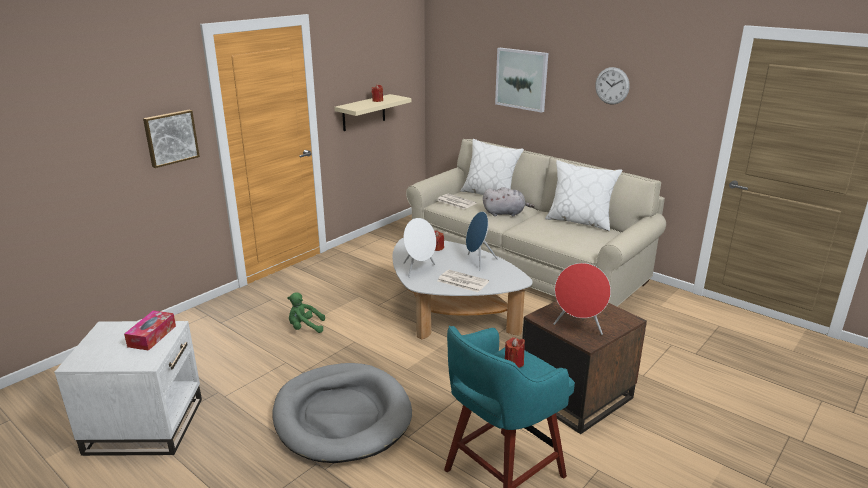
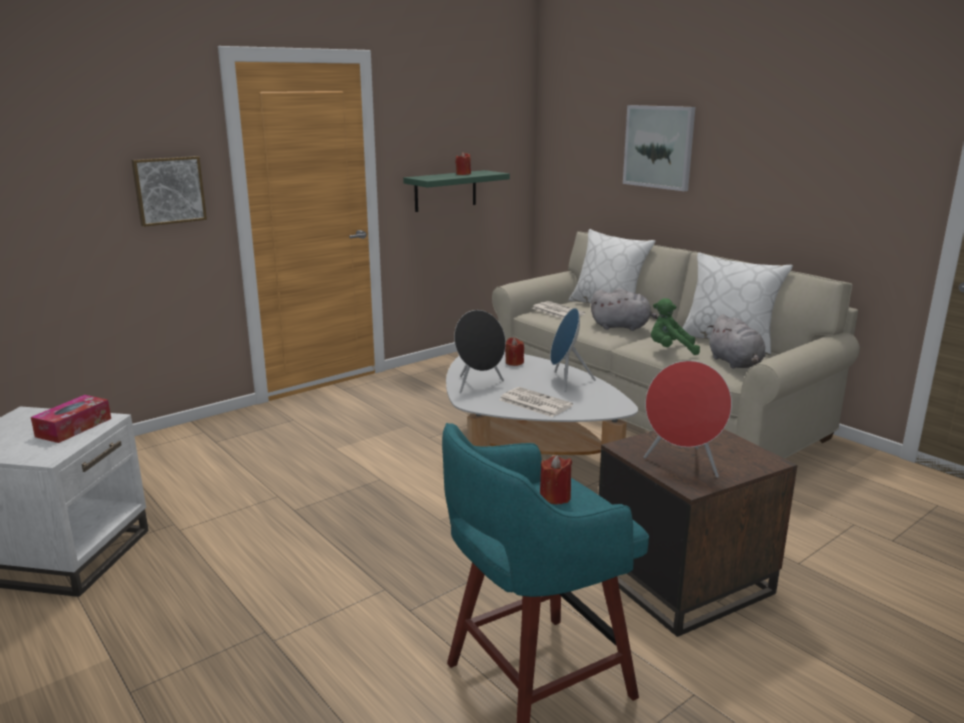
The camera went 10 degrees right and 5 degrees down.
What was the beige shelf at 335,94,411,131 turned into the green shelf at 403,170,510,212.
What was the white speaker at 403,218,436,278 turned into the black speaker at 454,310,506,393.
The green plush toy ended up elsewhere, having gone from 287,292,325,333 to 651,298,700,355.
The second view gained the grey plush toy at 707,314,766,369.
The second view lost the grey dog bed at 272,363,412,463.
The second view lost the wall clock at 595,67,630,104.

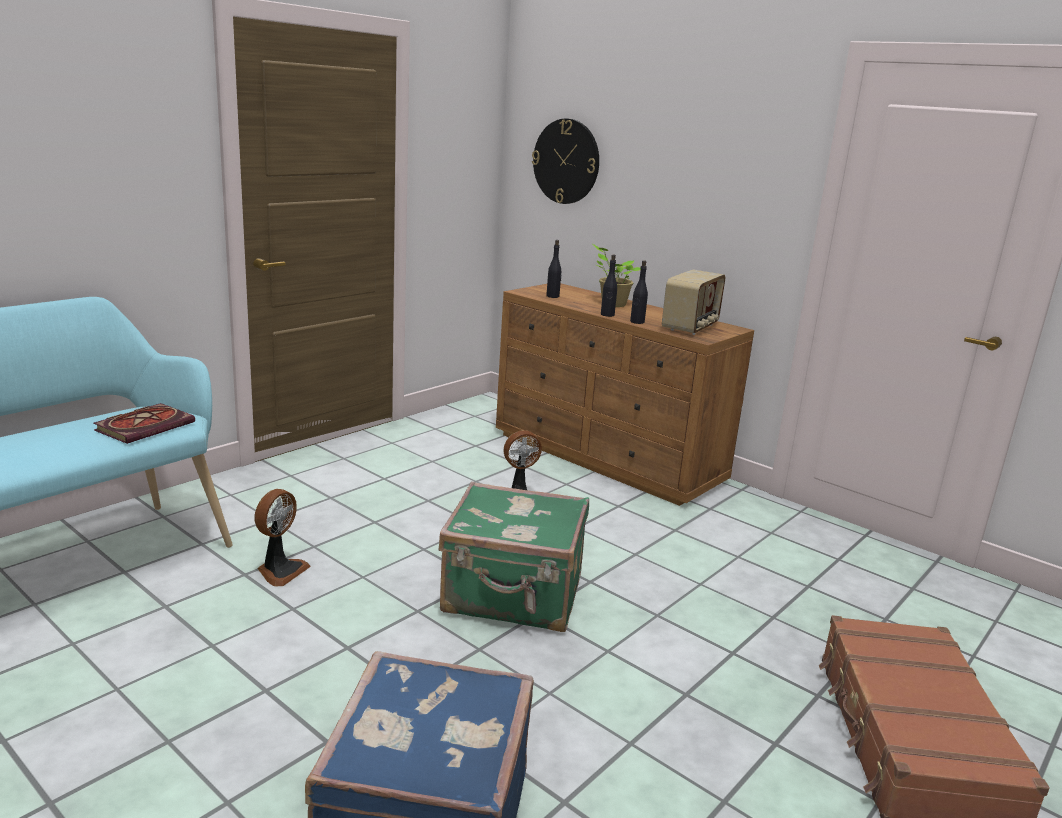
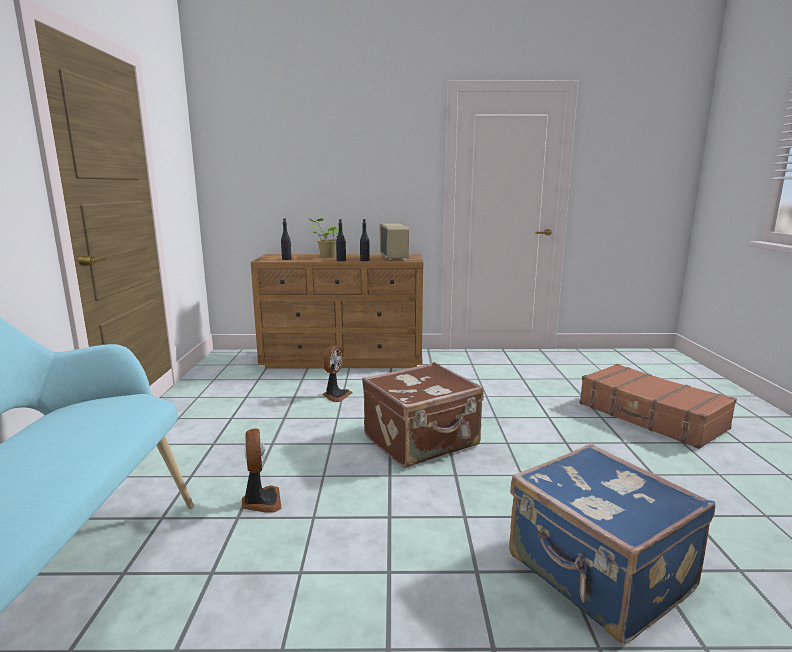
The camera went 40 degrees left and 5 degrees down.
What was the green suitcase at 439,482,589,632 turned into the brown suitcase at 362,362,484,468.
The second view lost the book at 93,403,195,444.
The second view lost the wall clock at 532,119,599,204.

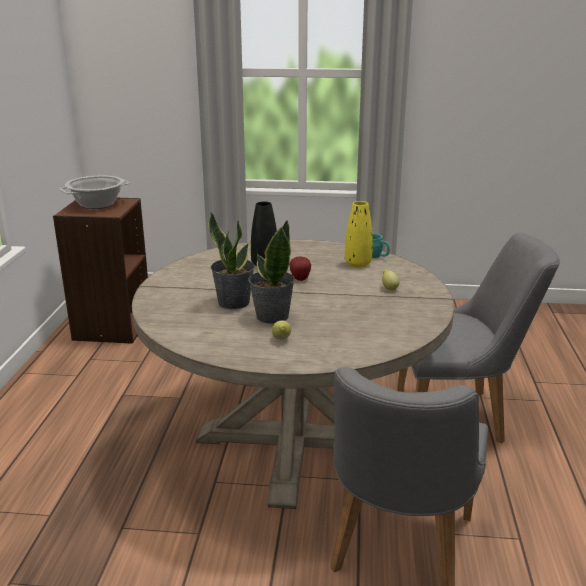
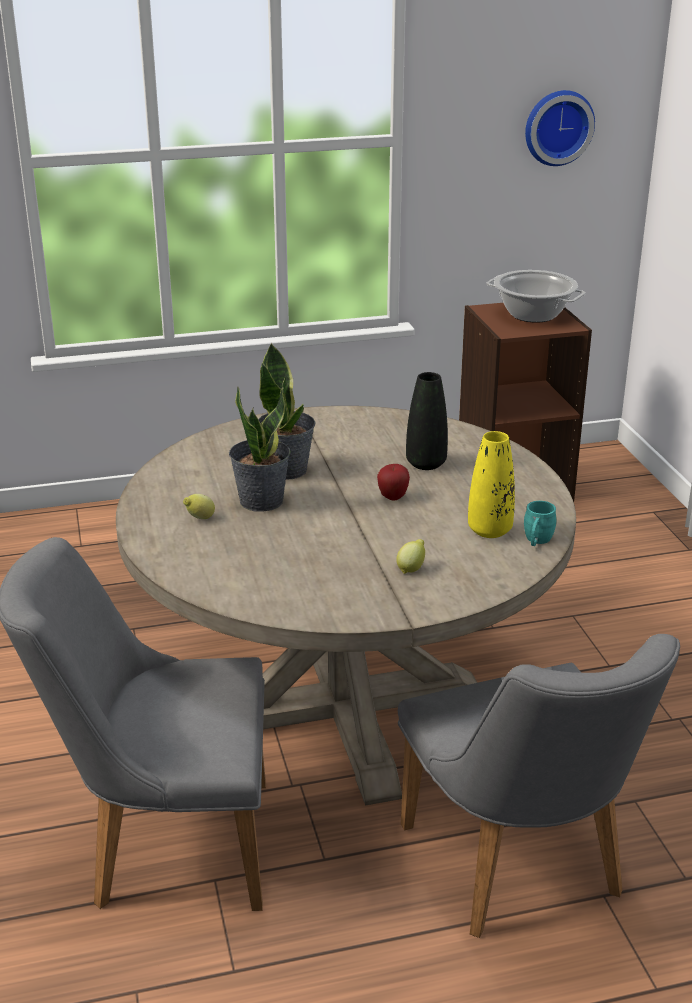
The camera went 70 degrees right and 5 degrees up.
The second view gained the wall clock at 525,90,595,166.

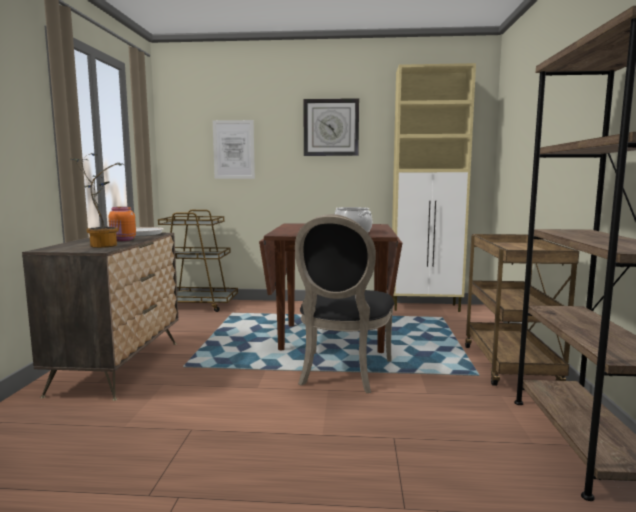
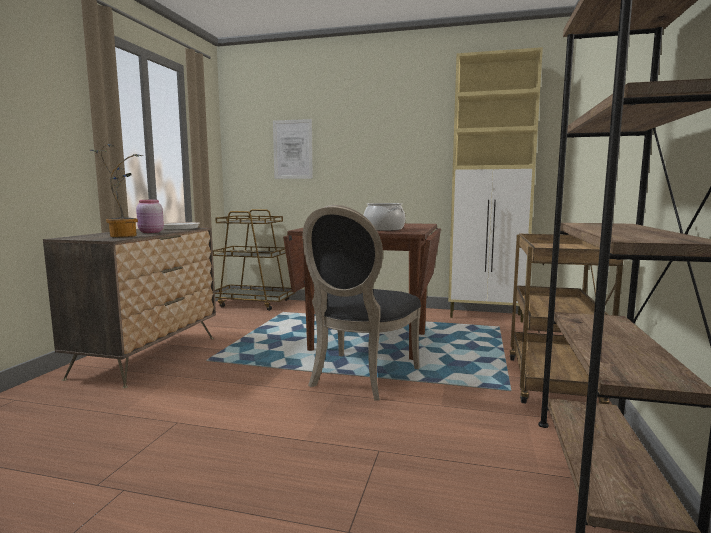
The camera went 10 degrees right and 0 degrees up.
What was the orange jar at 109,207,136,241 turned into the pink jar at 136,200,164,233.
The second view lost the wall clock at 303,98,359,156.

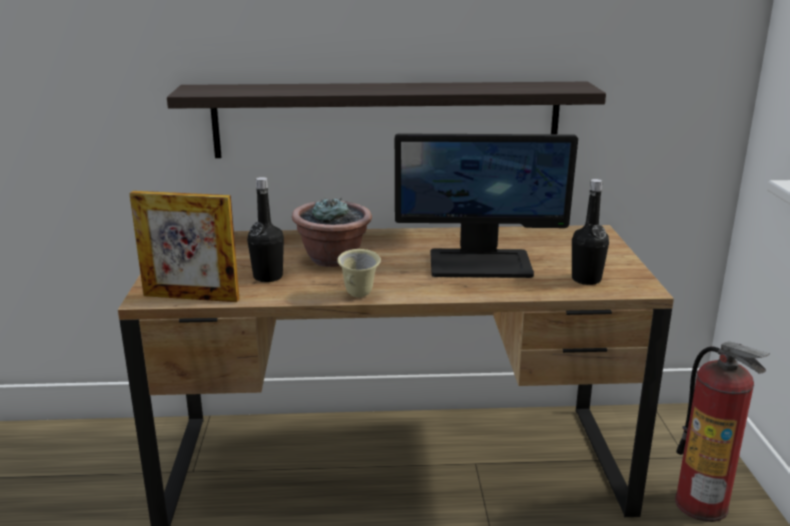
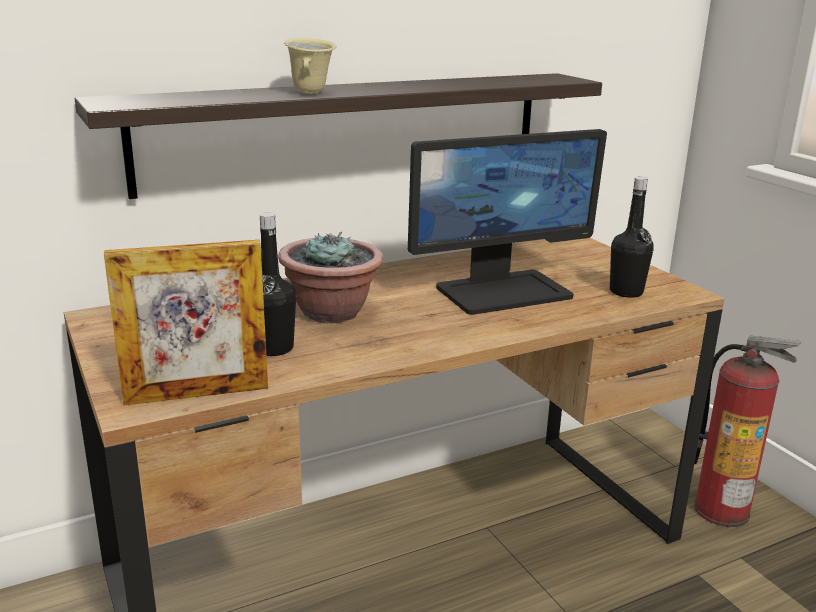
The camera went 25 degrees left and 0 degrees up.
The beige mug ended up elsewhere, having gone from 337,249,381,297 to 284,38,336,94.

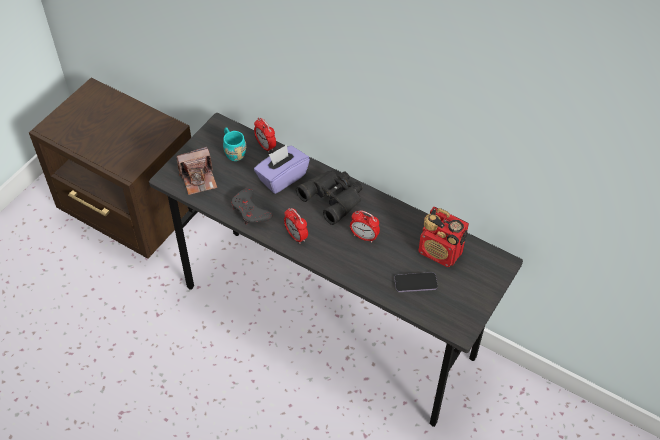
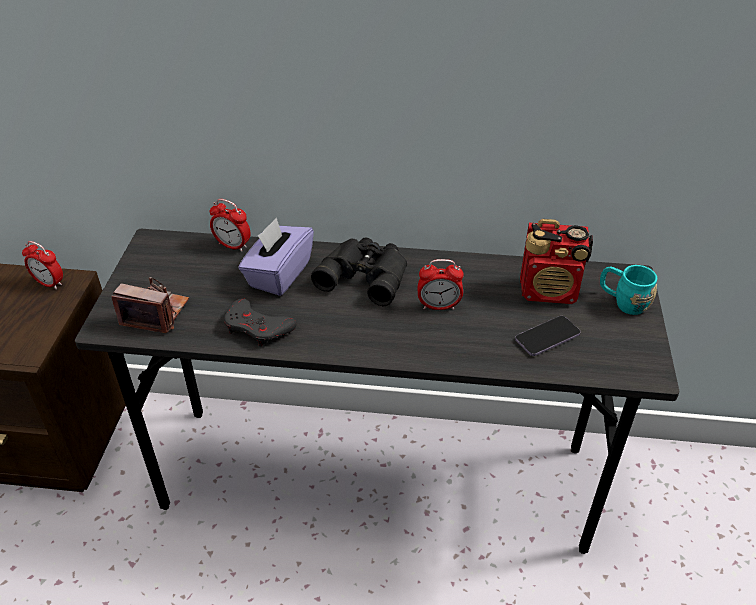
The camera went 25 degrees left and 10 degrees down.
The alarm clock ended up elsewhere, having gone from 284,208,308,244 to 22,241,63,289.
The photo camera at 177,147,217,195 ended up facing another way, 120 degrees counterclockwise from before.
The turquoise mug ended up elsewhere, having gone from 223,127,246,161 to 600,265,657,315.

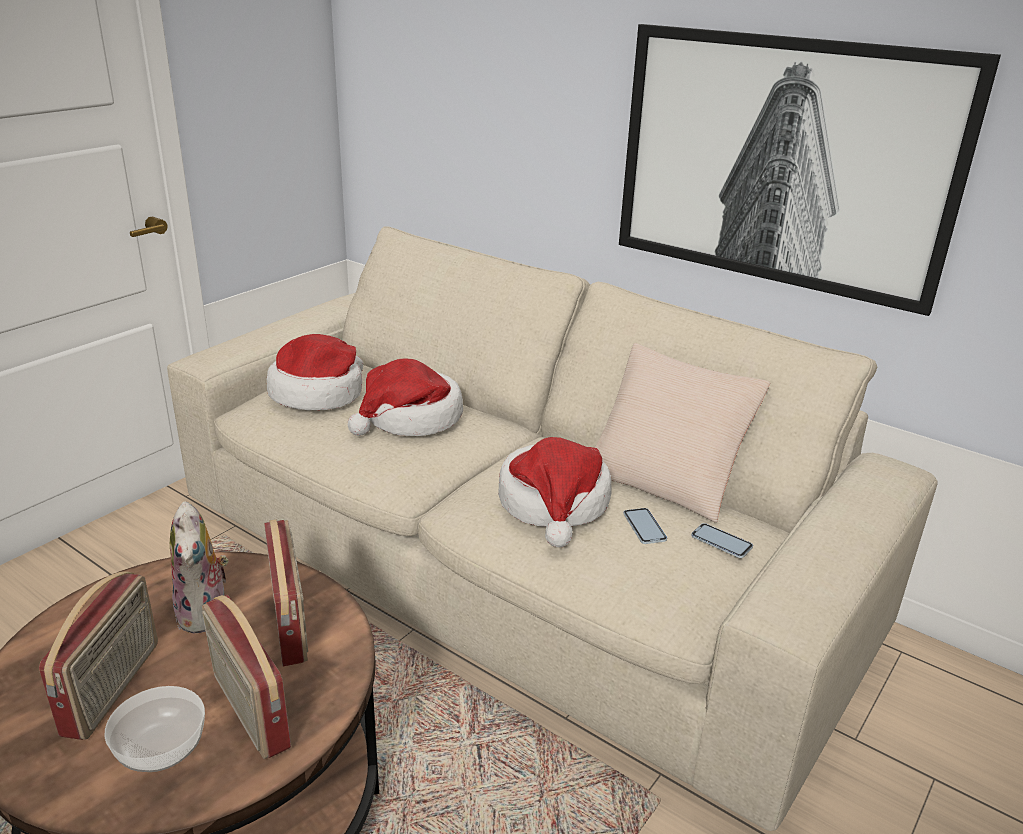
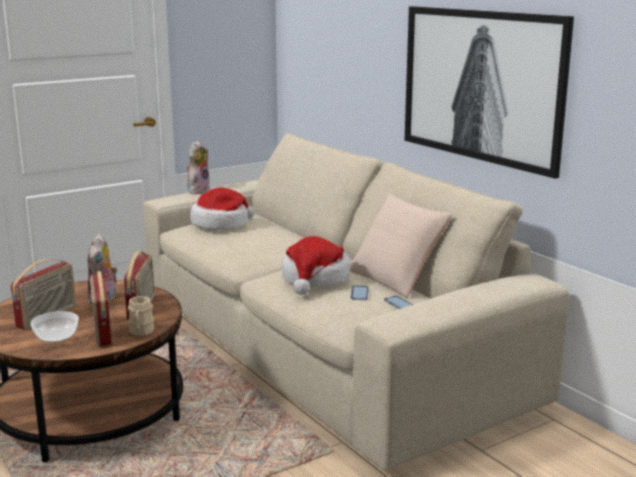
The camera went 20 degrees right and 10 degrees down.
The second view gained the beige mug at 128,296,154,336.
The second view gained the plush toy at 187,141,210,194.
The second view lost the hat at 348,358,463,436.

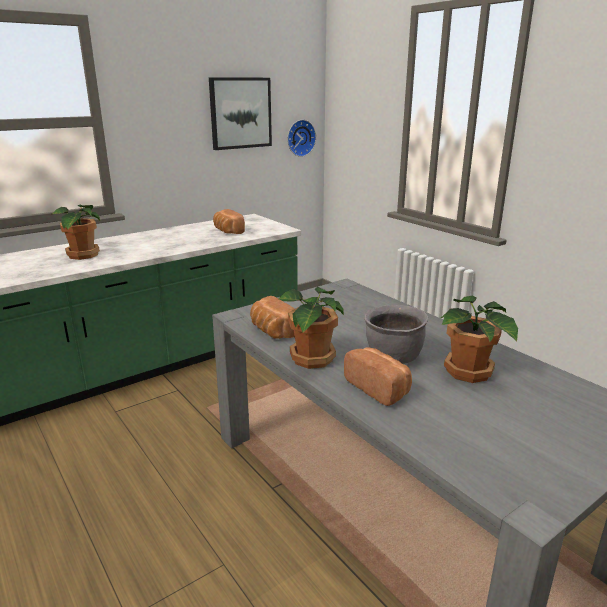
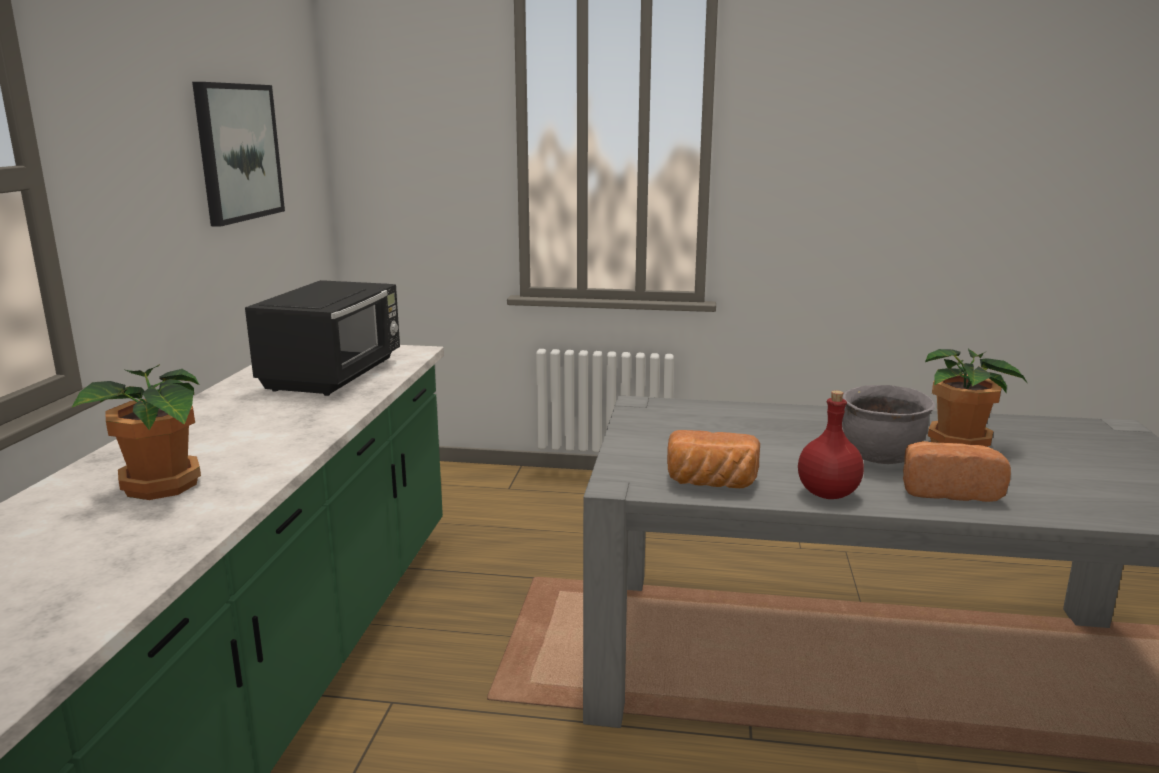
The camera went 45 degrees left and 5 degrees down.
Where the bread stood at 213,209,245,234, the black microwave came to stand at 245,280,400,396.
Where the potted plant stood at 279,287,344,369, the red bottle came to stand at 798,390,864,499.
The second view lost the wall clock at 287,120,316,157.

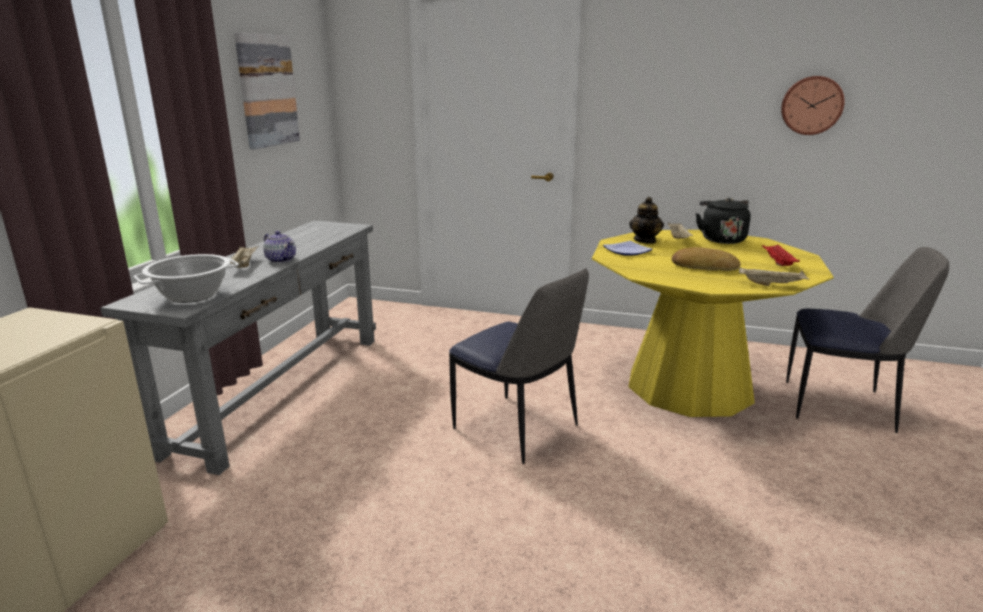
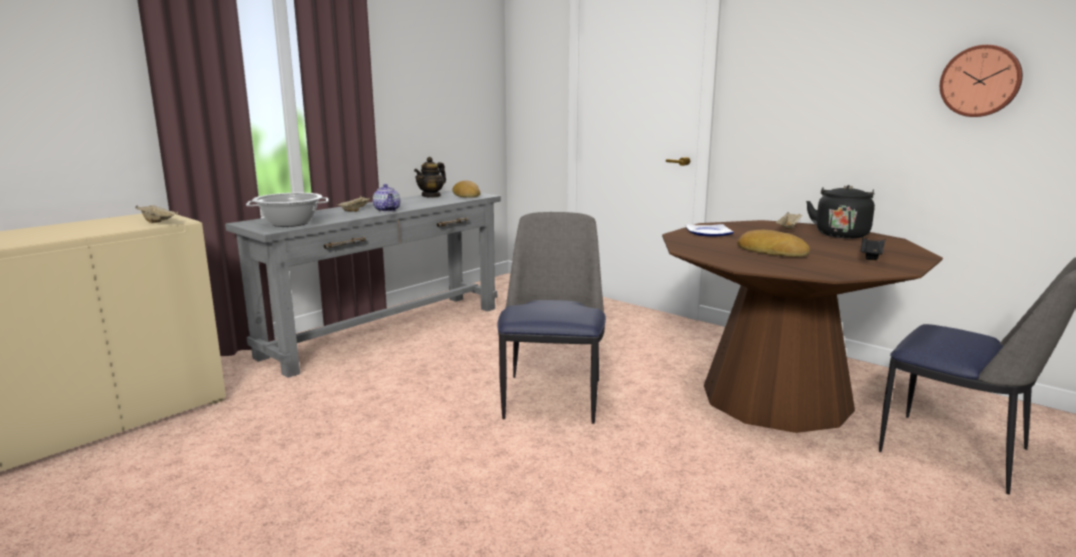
The camera went 25 degrees right and 5 degrees down.
The beige tray ended up elsewhere, having gone from 739,267,809,286 to 136,205,178,223.
The teapot ended up elsewhere, having gone from 629,197,664,244 to 414,157,446,198.
The second view gained the bread at 453,180,481,198.
The chair at 449,268,589,464 ended up facing another way, 150 degrees counterclockwise from before.
What was the yellow dining table at 592,230,834,417 turned into the brown dining table at 662,220,943,433.
What was the red tray at 762,245,800,266 turned into the black tray at 861,236,885,261.
The second view lost the picture at 234,33,300,149.

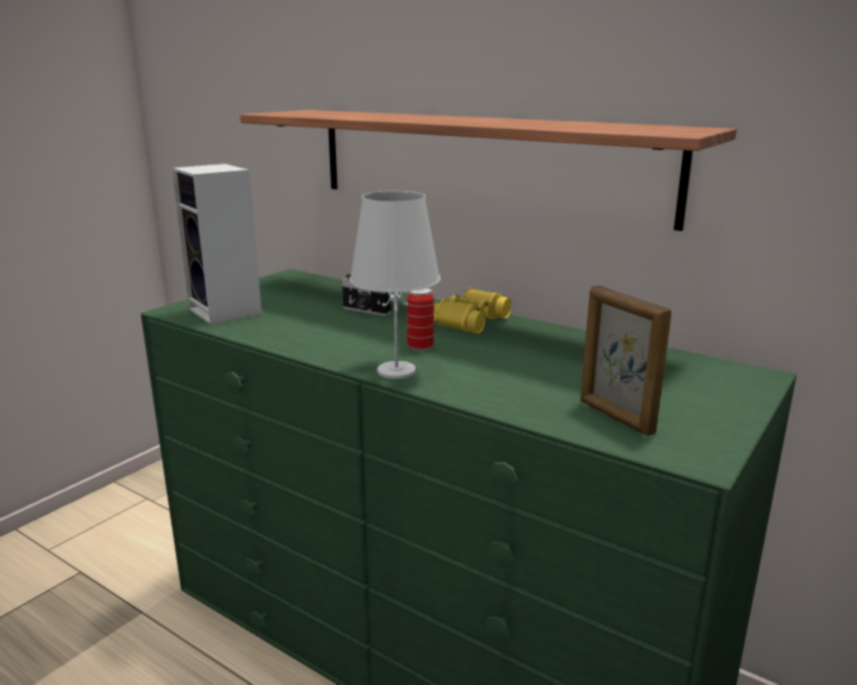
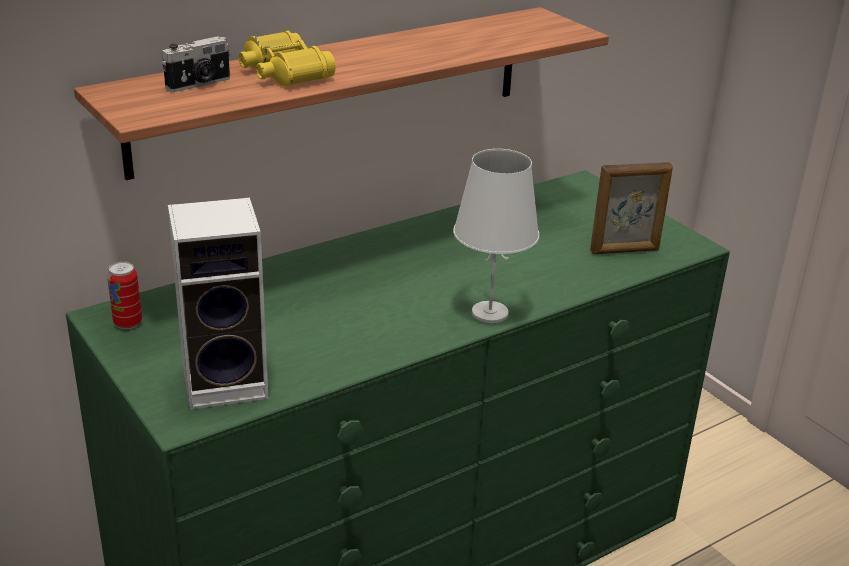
The camera went 70 degrees left and 10 degrees up.
The can ended up elsewhere, having gone from 407,288,434,351 to 107,262,142,329.
The photo camera ended up elsewhere, having gone from 342,274,392,316 to 162,36,230,92.
The yellow binoculars ended up elsewhere, having gone from 434,288,512,333 to 239,30,336,86.

